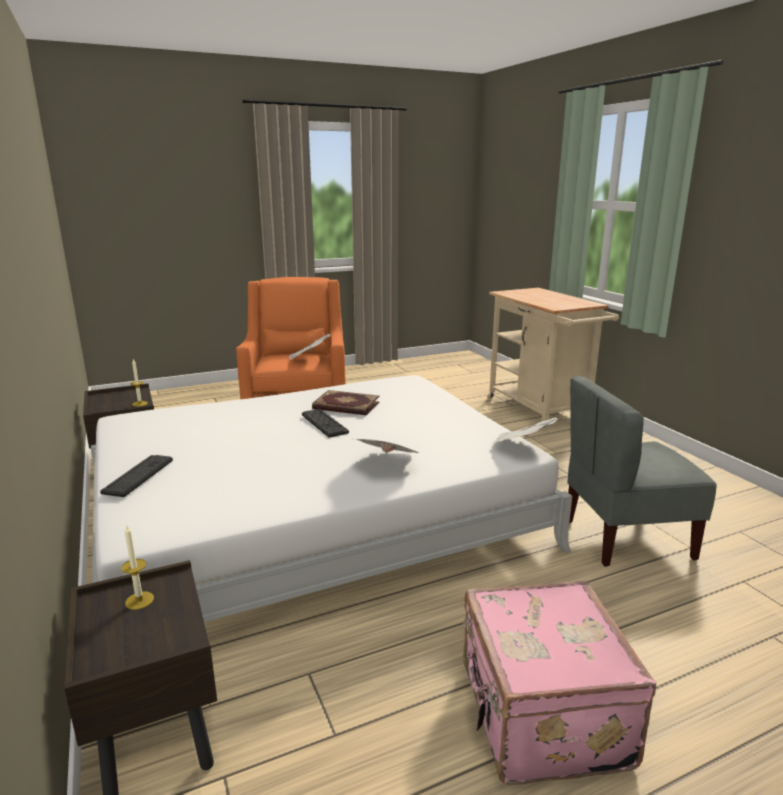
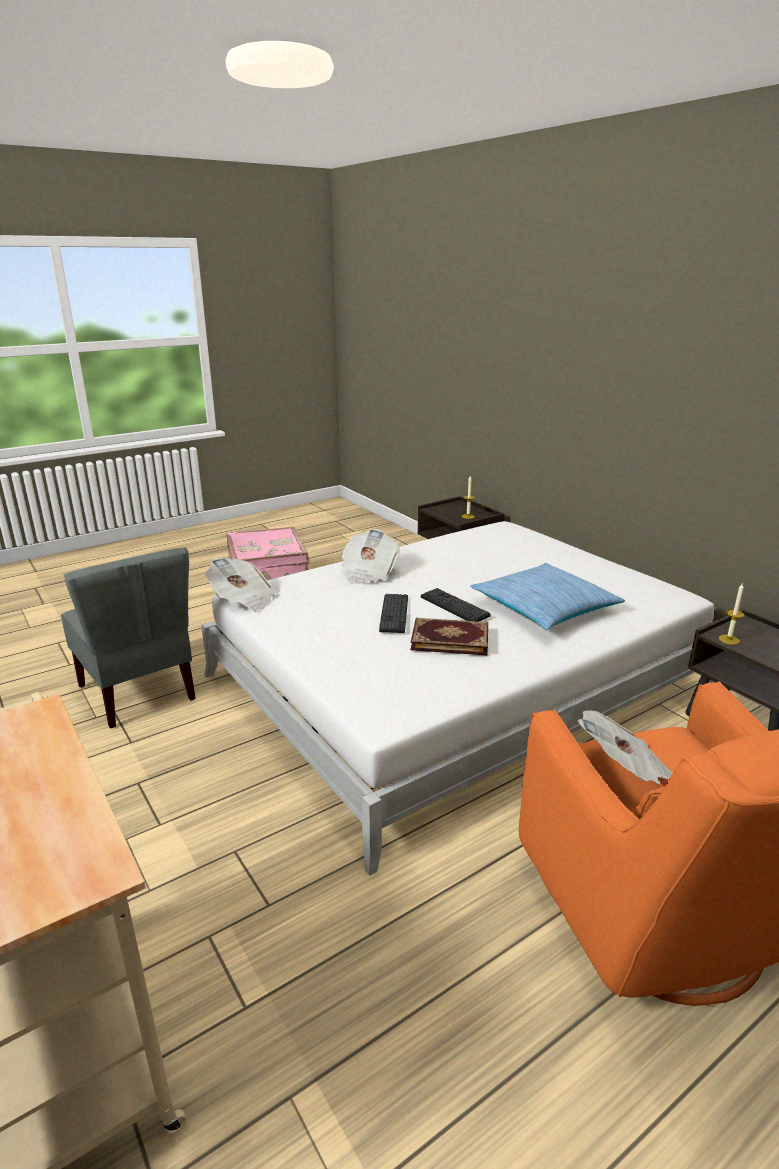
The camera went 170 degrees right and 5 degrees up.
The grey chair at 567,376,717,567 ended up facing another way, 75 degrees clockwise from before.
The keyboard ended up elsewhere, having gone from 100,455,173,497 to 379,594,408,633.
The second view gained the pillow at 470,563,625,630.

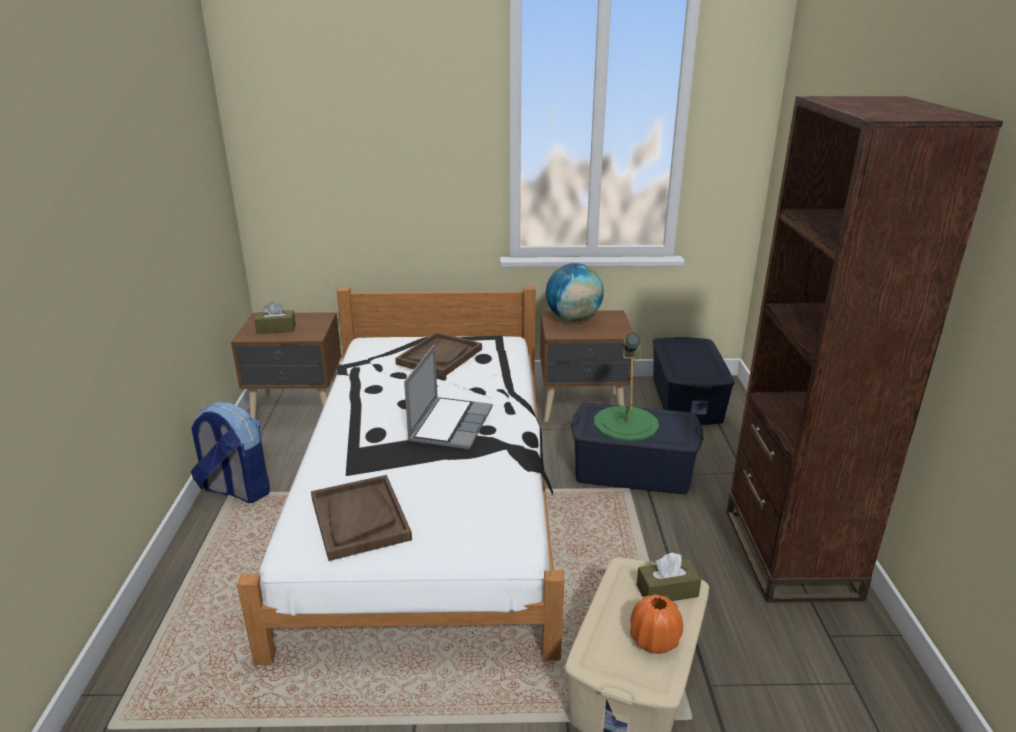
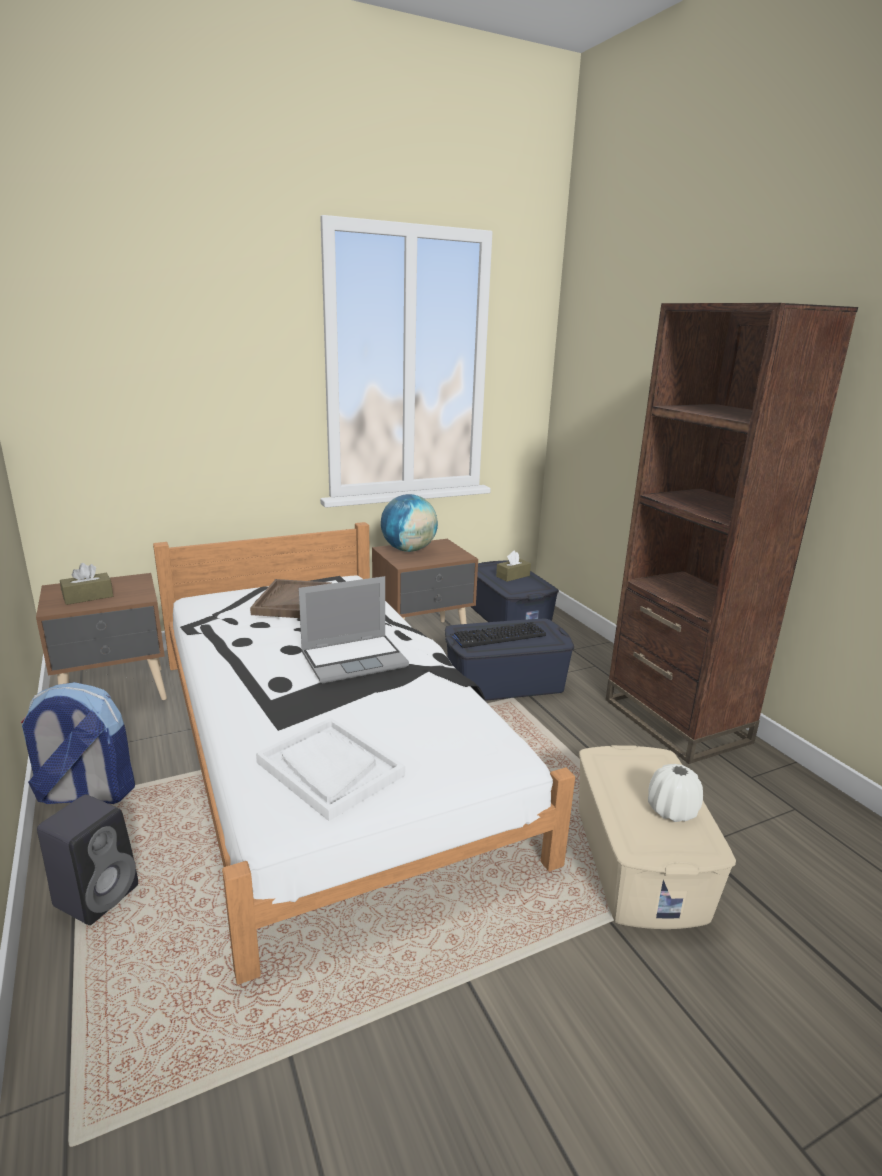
The camera went 25 degrees left and 5 degrees down.
The second view gained the black speaker at 37,795,138,925.
What was the brown tray at 311,475,412,561 turned into the white tray at 256,718,405,821.
The laptop at 404,345,493,450 ended up facing another way, 75 degrees clockwise from before.
Where the green table lamp stood at 594,333,659,441, the keyboard came to stand at 451,622,546,648.
The brown tissue box ended up elsewhere, having gone from 637,553,701,601 to 496,550,531,582.
What was the orange vase at 630,594,683,654 turned into the white vase at 648,764,703,822.

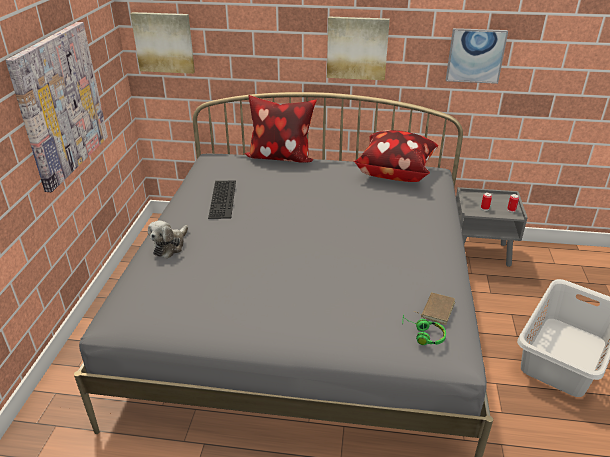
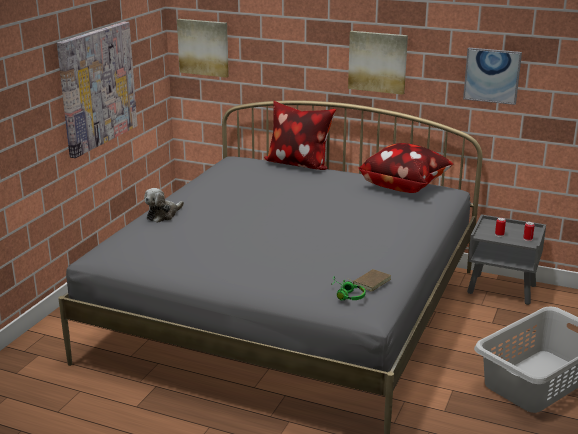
The camera went 15 degrees right and 10 degrees down.
The second view lost the keyboard at 208,180,236,219.

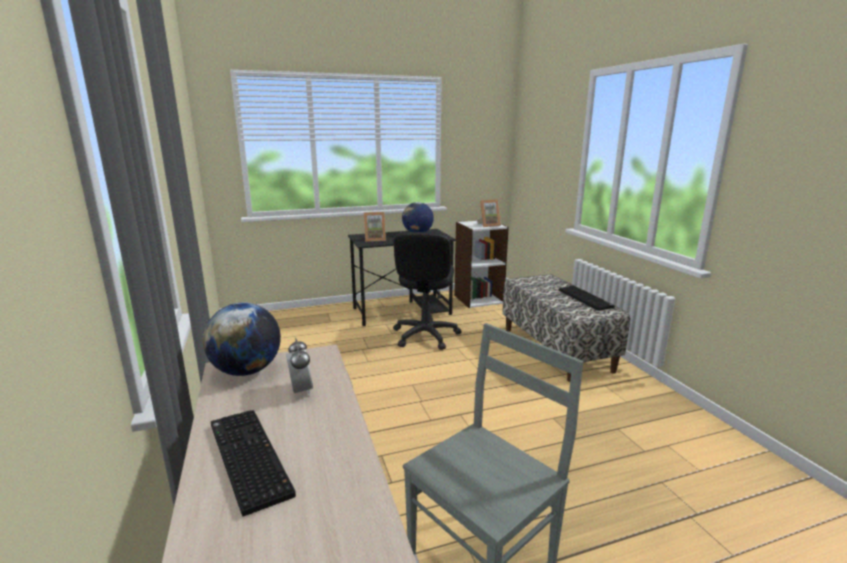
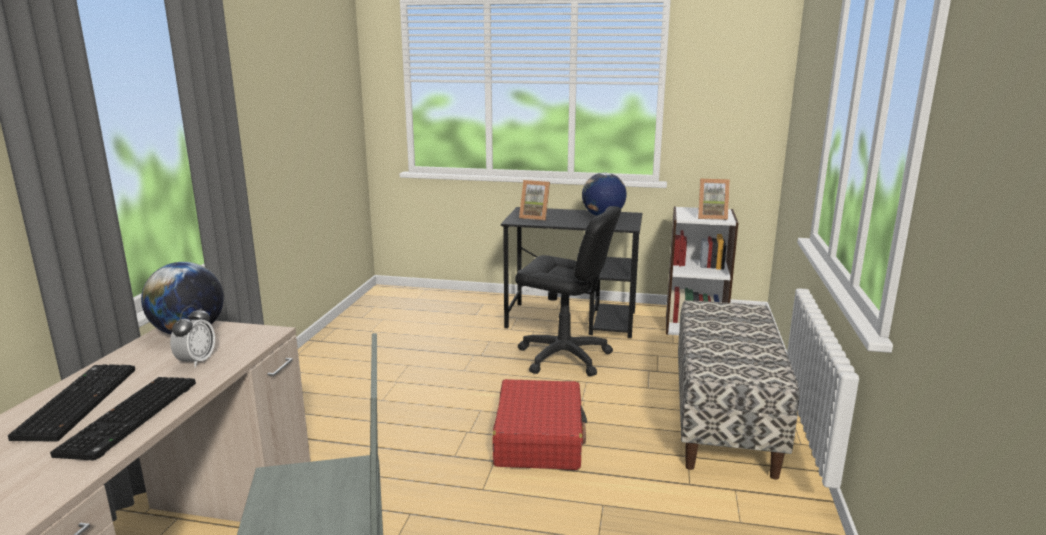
The camera went 30 degrees right and 0 degrees up.
The keyboard ended up elsewhere, having gone from 559,285,615,311 to 50,377,196,461.
The second view gained the red suitcase at 492,379,587,470.
The black office chair at 393,232,462,350 ended up facing another way, 105 degrees counterclockwise from before.

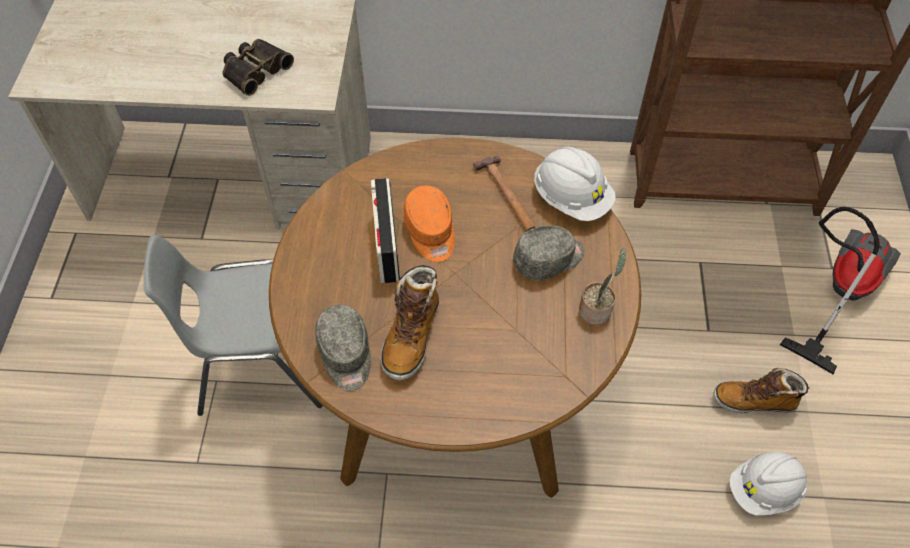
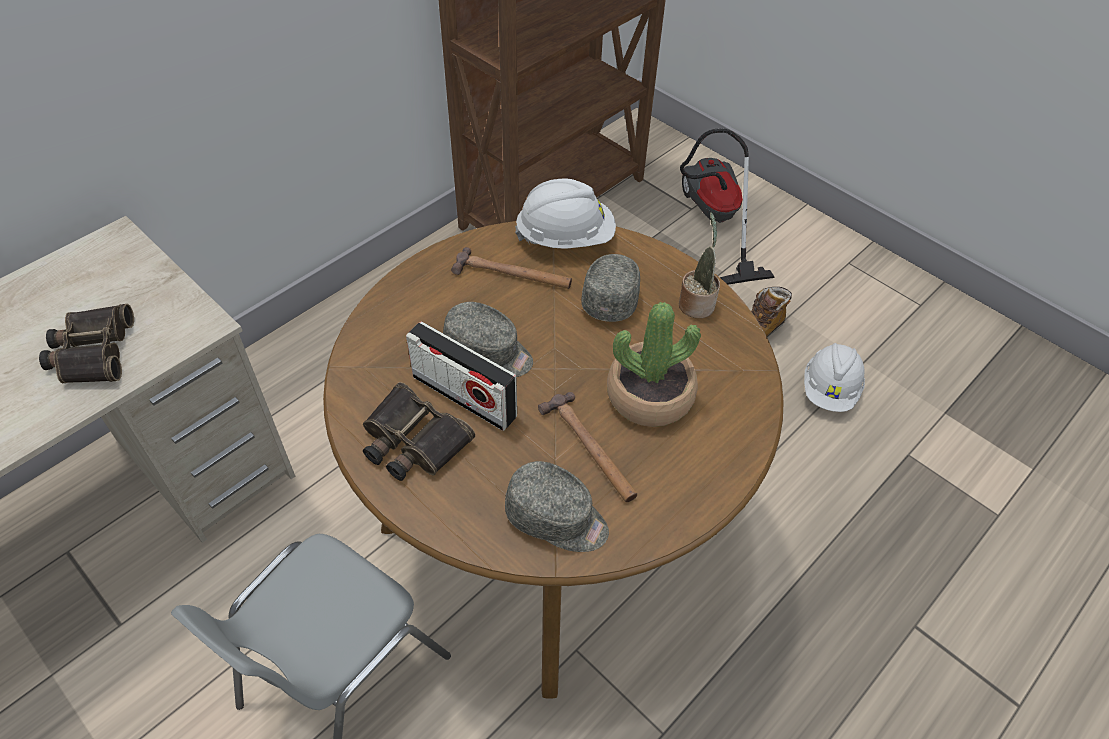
The camera went 50 degrees left and 5 degrees down.
The second view gained the binoculars at 363,382,475,481.
What was the orange cap at 403,185,455,262 turned into the grey cap at 443,302,533,377.
Where the boot stood at 381,265,439,380, the hammer came to stand at 538,392,637,502.
The second view gained the potted plant at 607,302,701,427.

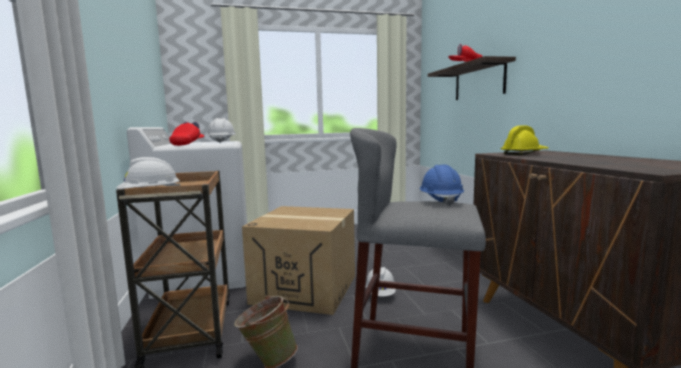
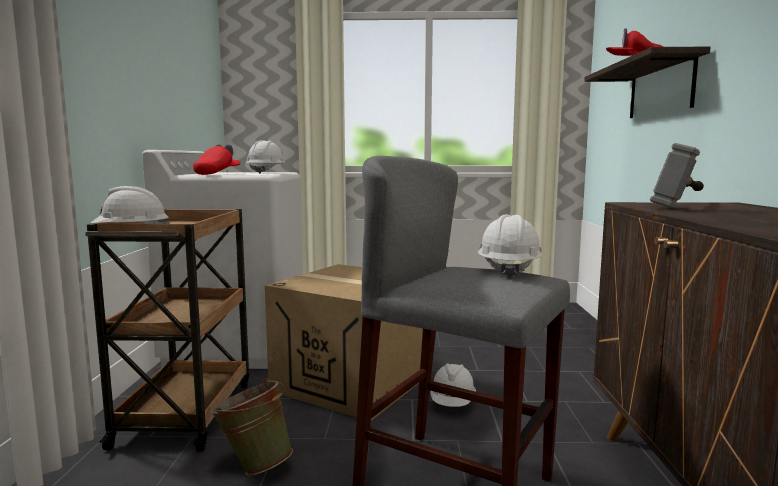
The camera went 15 degrees right and 0 degrees up.
What was the blue hard hat at 420,164,464,206 turned into the white hard hat at 478,214,543,278.
Where the yellow hard hat stood at 500,125,549,155, the hammer came to stand at 650,143,704,208.

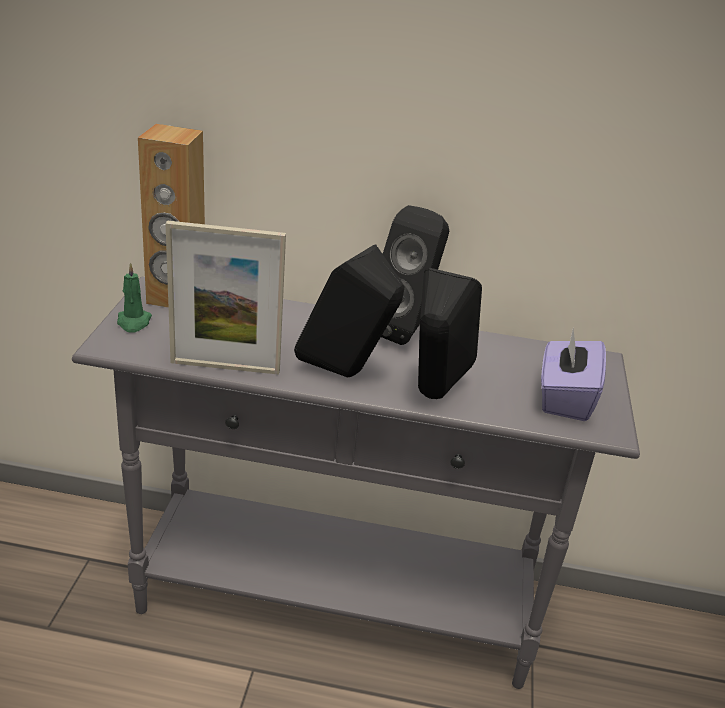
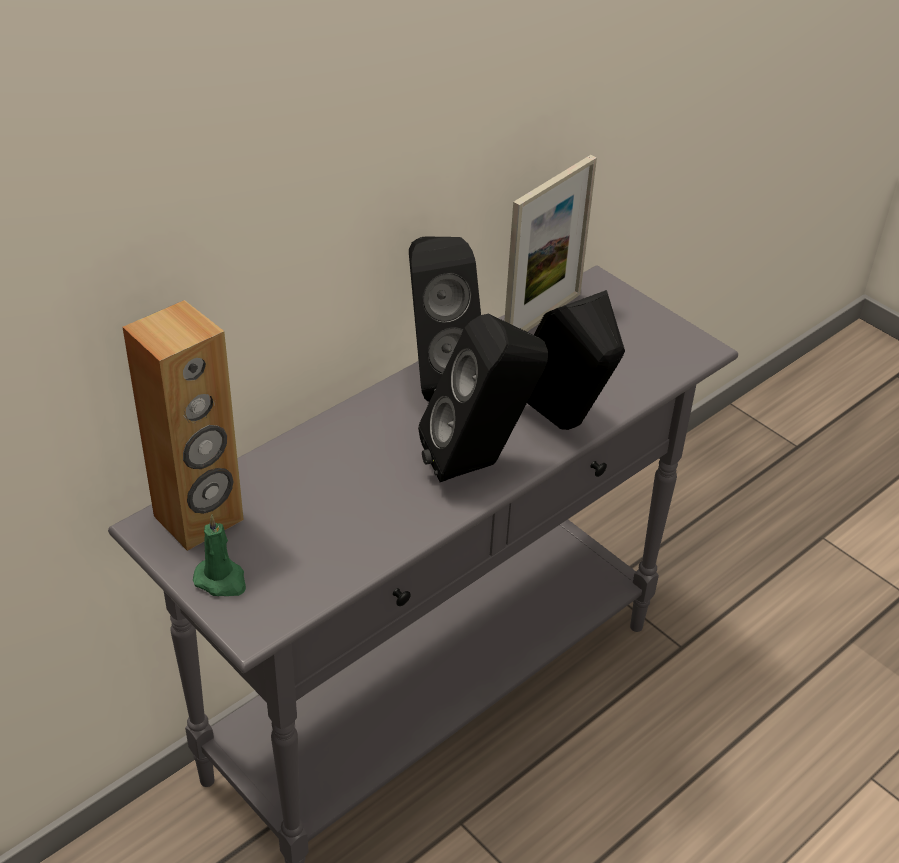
The camera went 50 degrees left and 10 degrees up.
The picture frame ended up elsewhere, having gone from 166,220,286,375 to 504,155,597,332.
The second view lost the purple tissue box at 541,329,606,421.

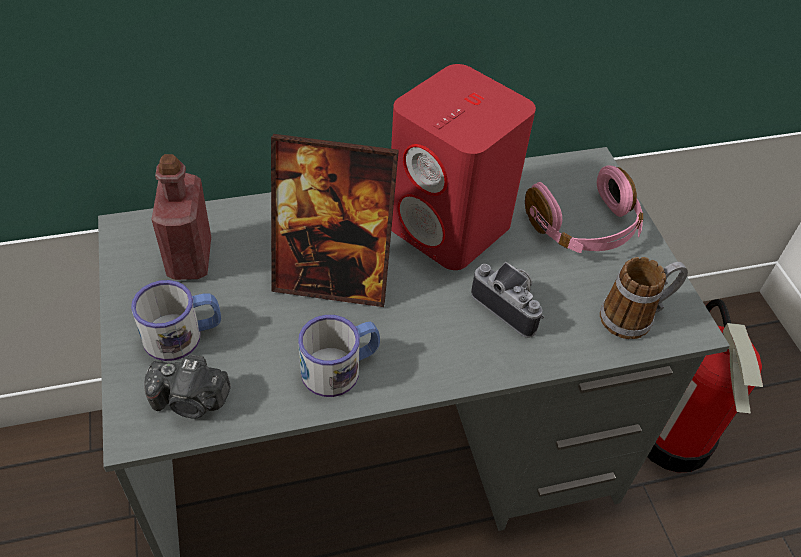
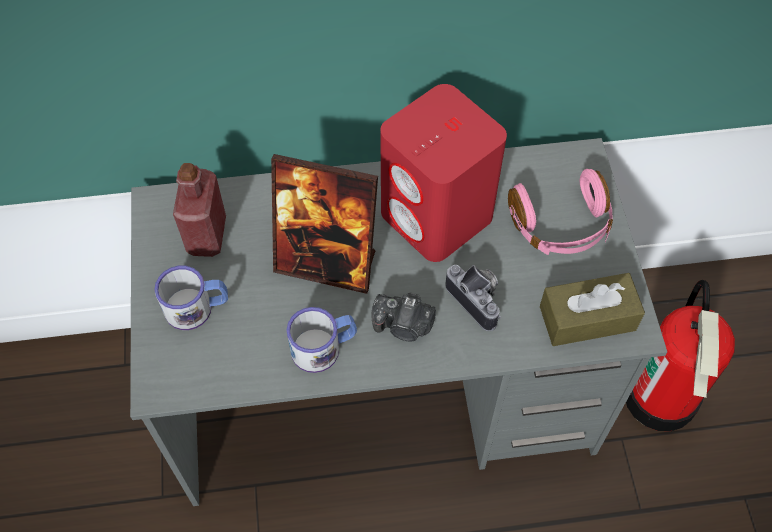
The camera went 10 degrees right and 10 degrees up.
The photo camera ended up elsewhere, having gone from 144,355,231,419 to 371,292,436,341.
Where the mug stood at 600,257,688,339, the brown tissue box came to stand at 540,273,645,346.

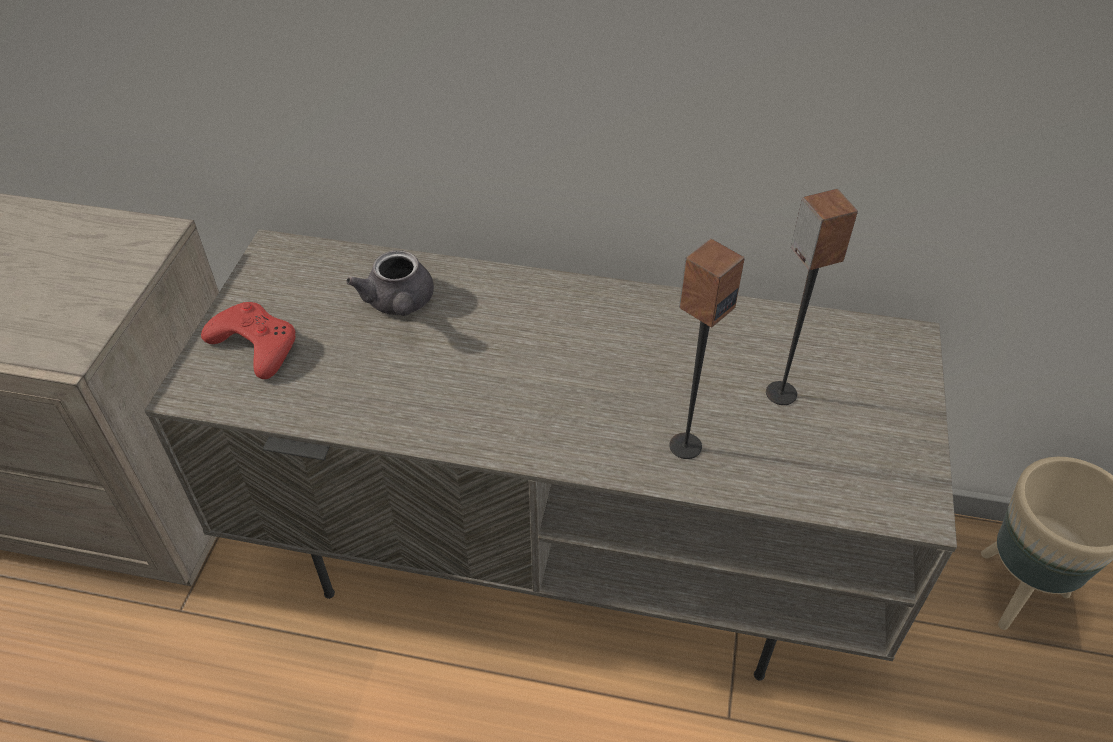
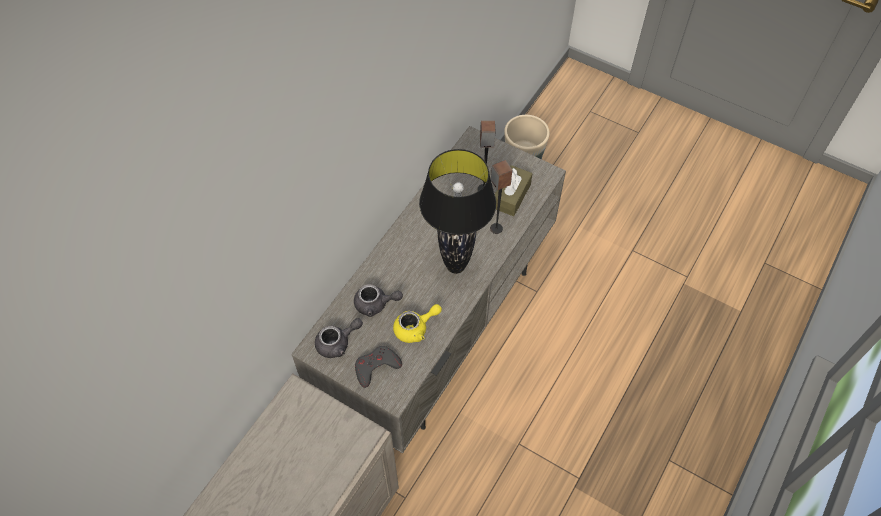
The camera went 70 degrees left and 10 degrees up.
The second view gained the grey teapot at 315,318,363,358.
What was the red game controller at 201,302,295,379 turned into the grey game controller at 355,346,402,388.
The second view gained the yellow teapot at 393,304,442,343.
The second view gained the black table lamp at 419,149,496,274.
The second view gained the brown tissue box at 495,165,533,216.

